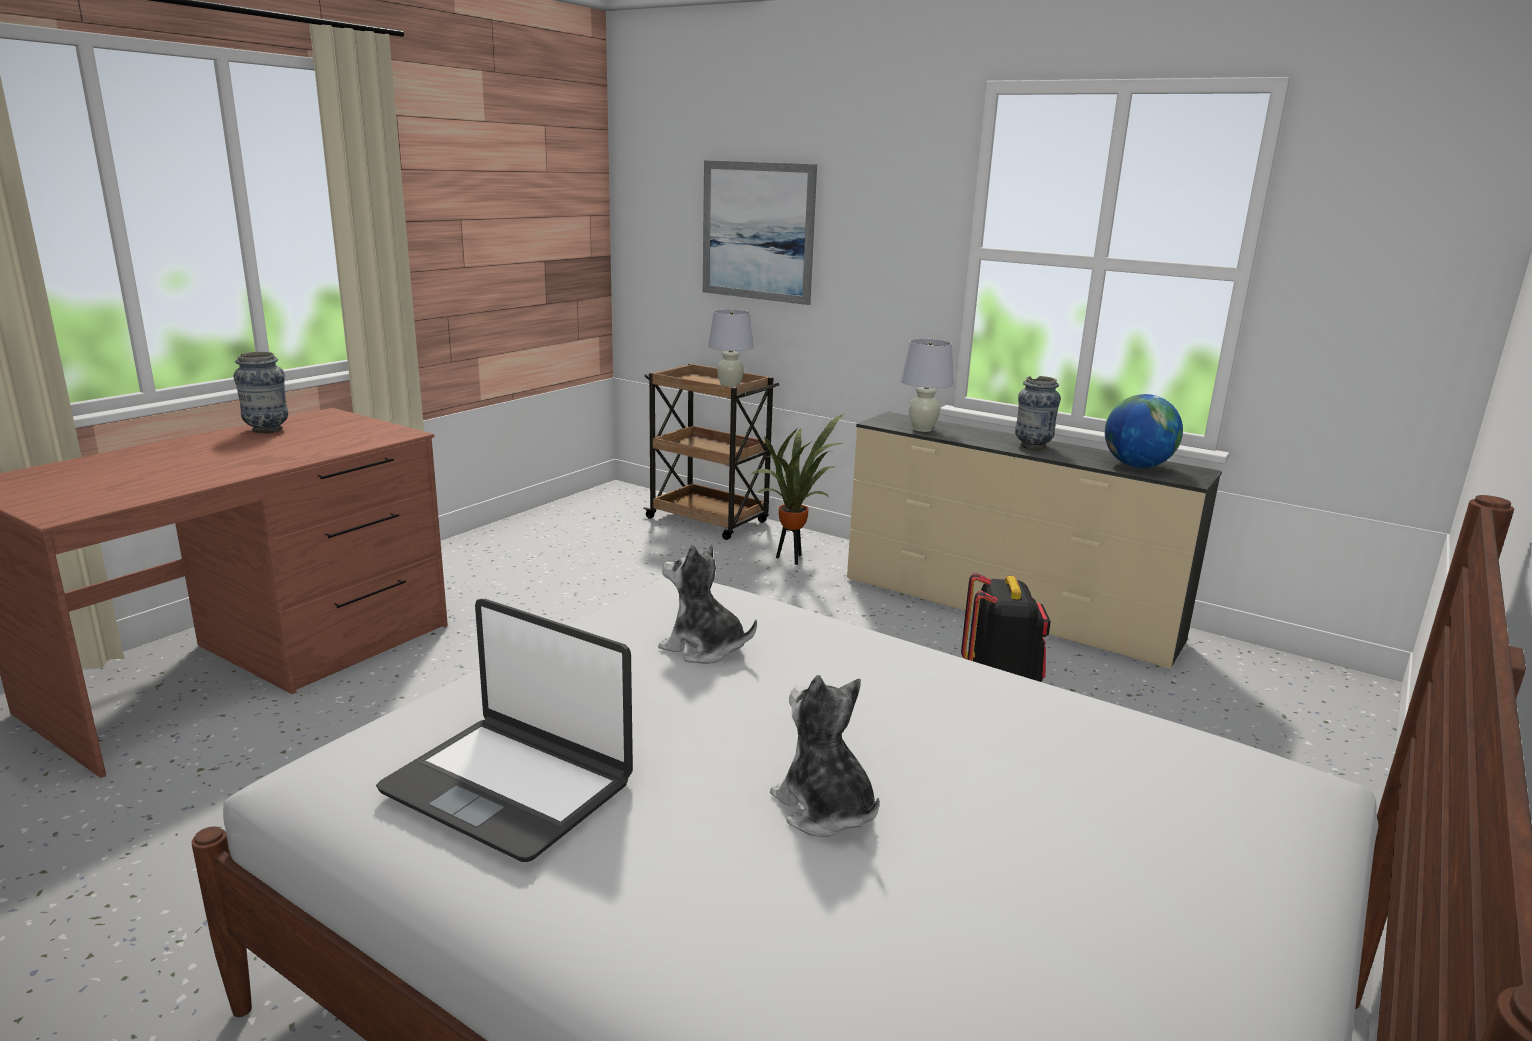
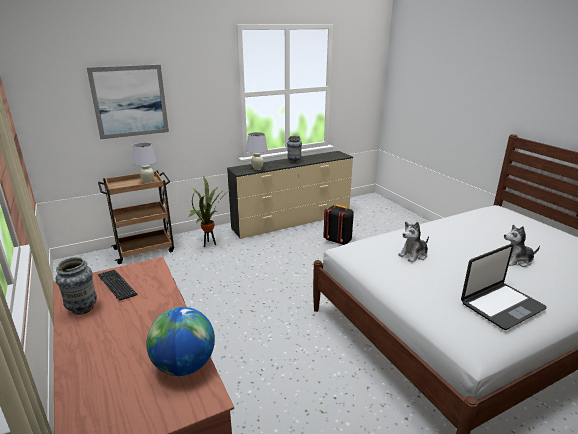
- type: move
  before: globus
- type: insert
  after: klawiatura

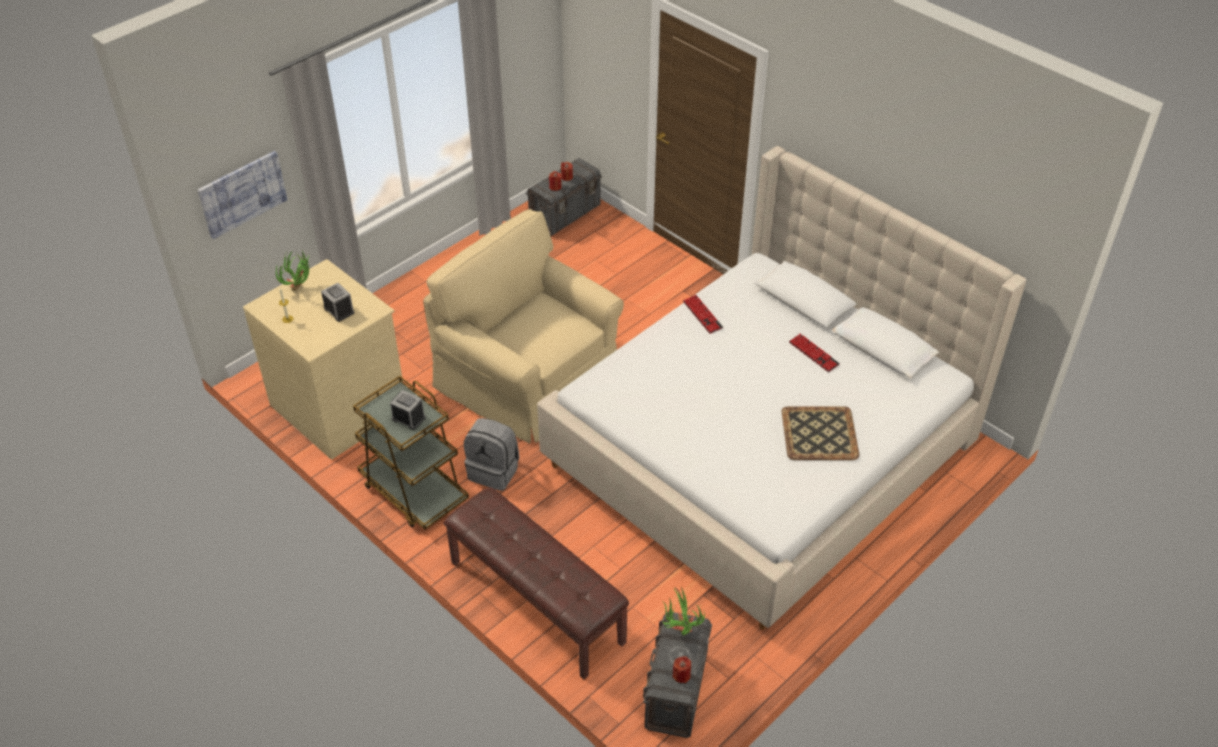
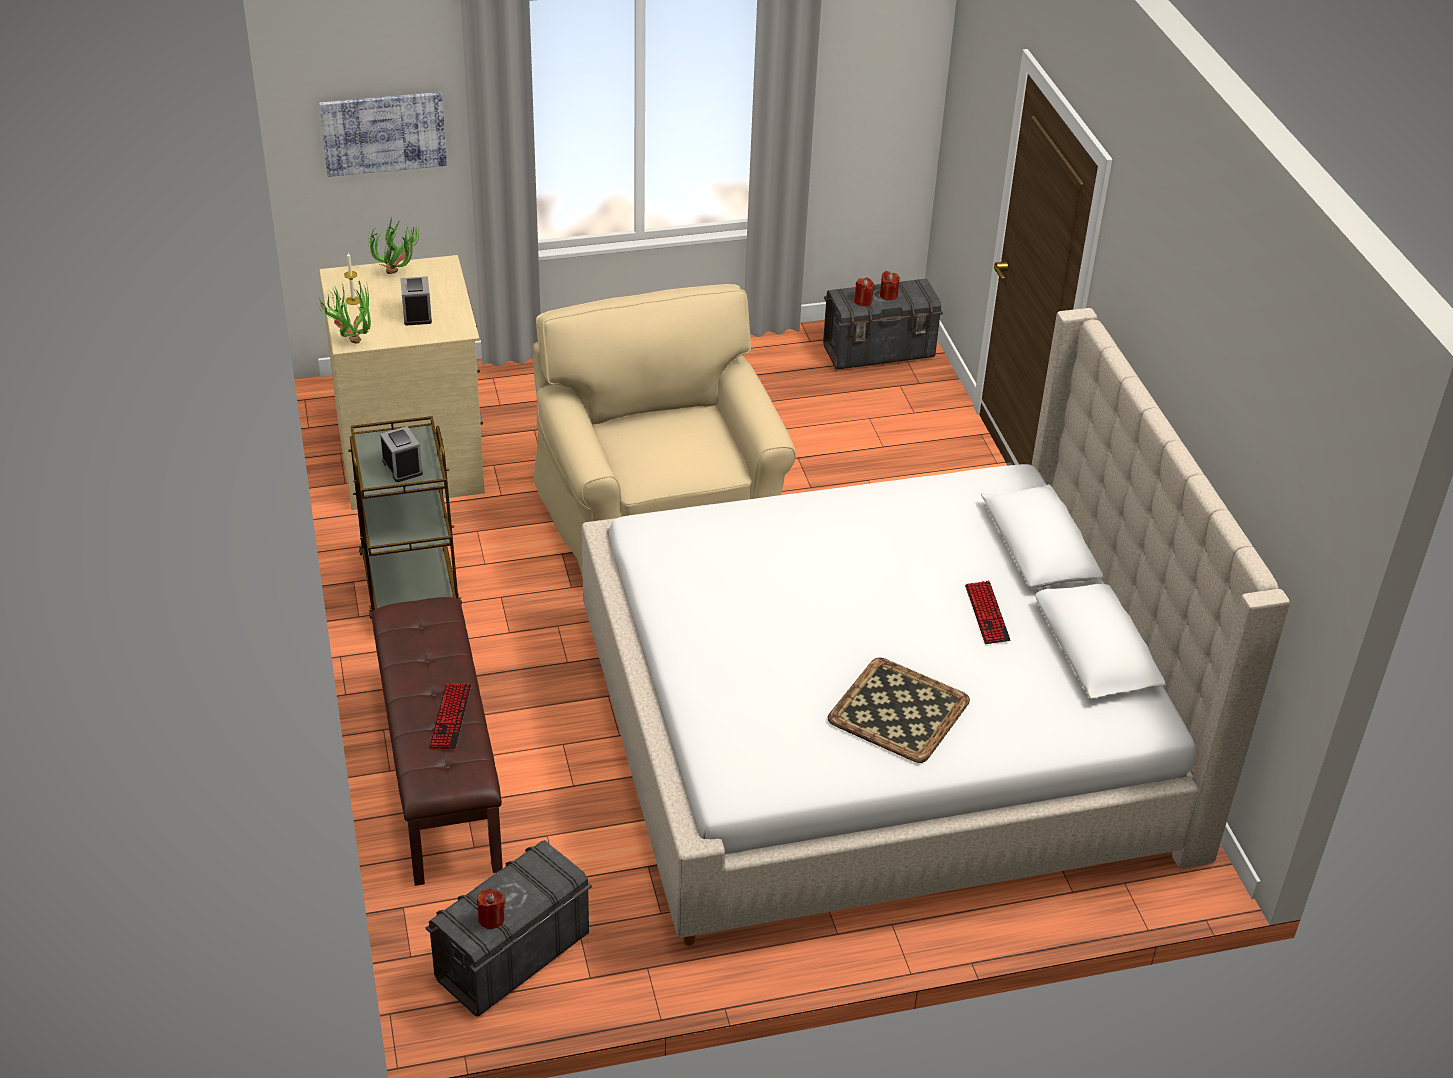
- type: move
  before: klawiatura (1st from left)
- type: delete
  before: plecak [szary]
- type: move
  before: roślina doniczkowa (2nd from left in the first image)
  after: roślina doniczkowa (1st from left)

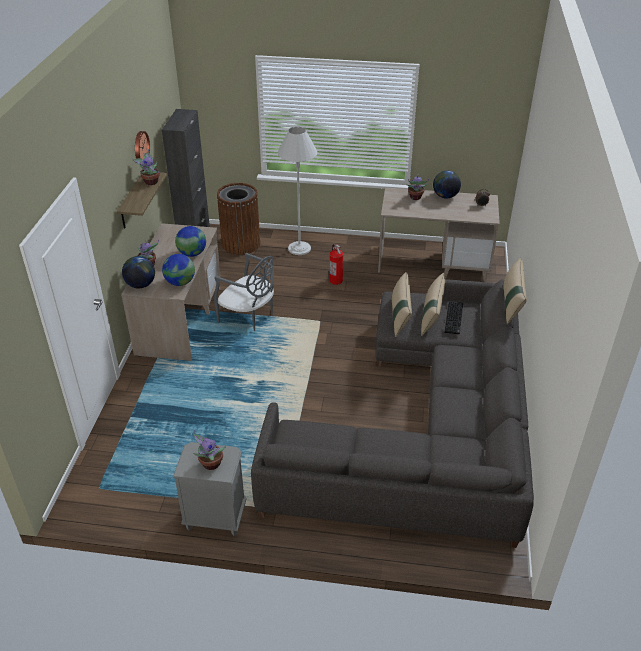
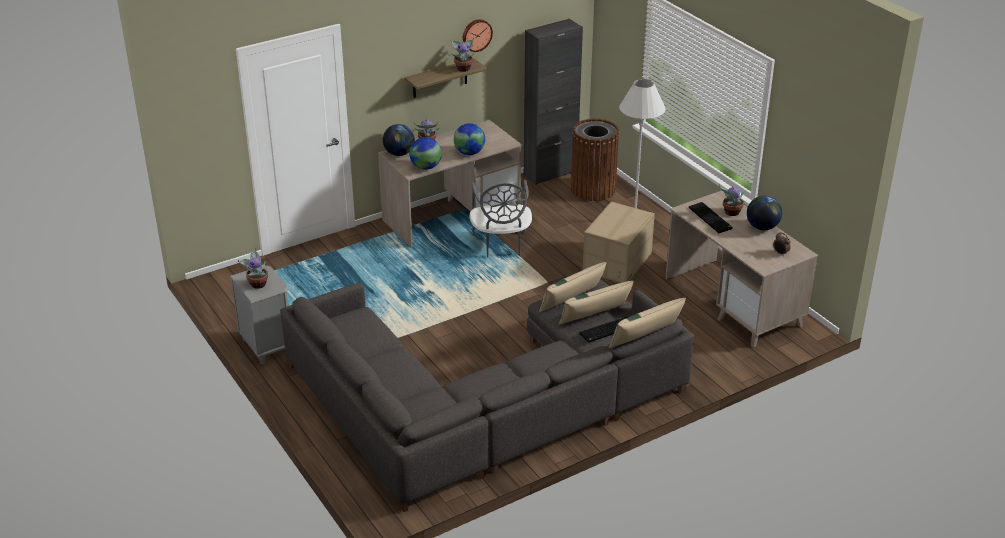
- type: replace
  before: gaśnica
  after: karton
- type: insert
  after: klawiatura (2nd from left)

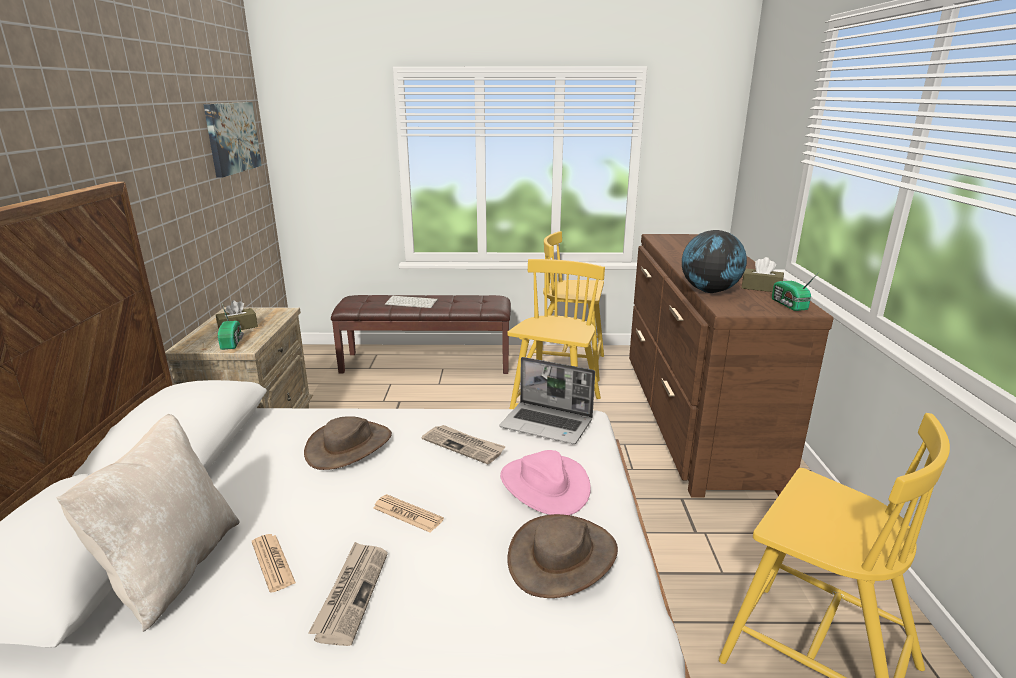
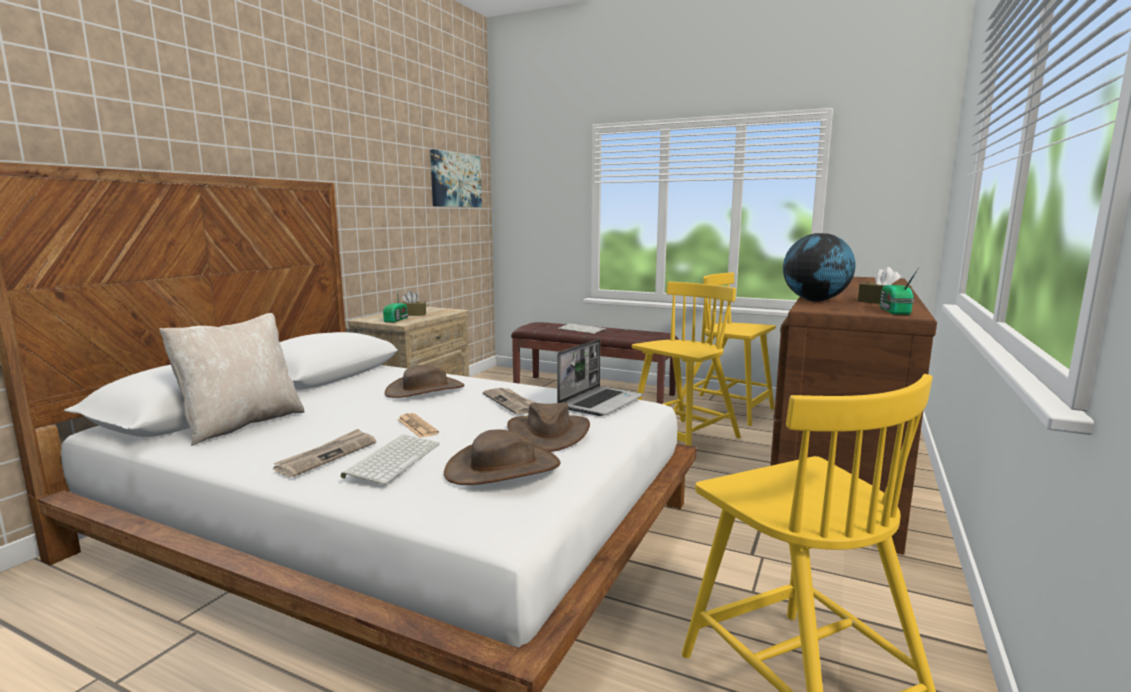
- type: rotate
  before: laptop
  turn: -105
- type: recolor
  before: kapelusz [różowy]
  after: kapelusz [brązowy] (3rd from left)
- type: delete
  before: gazeta (1st from left)
- type: insert
  after: klawiatura (1st from left)

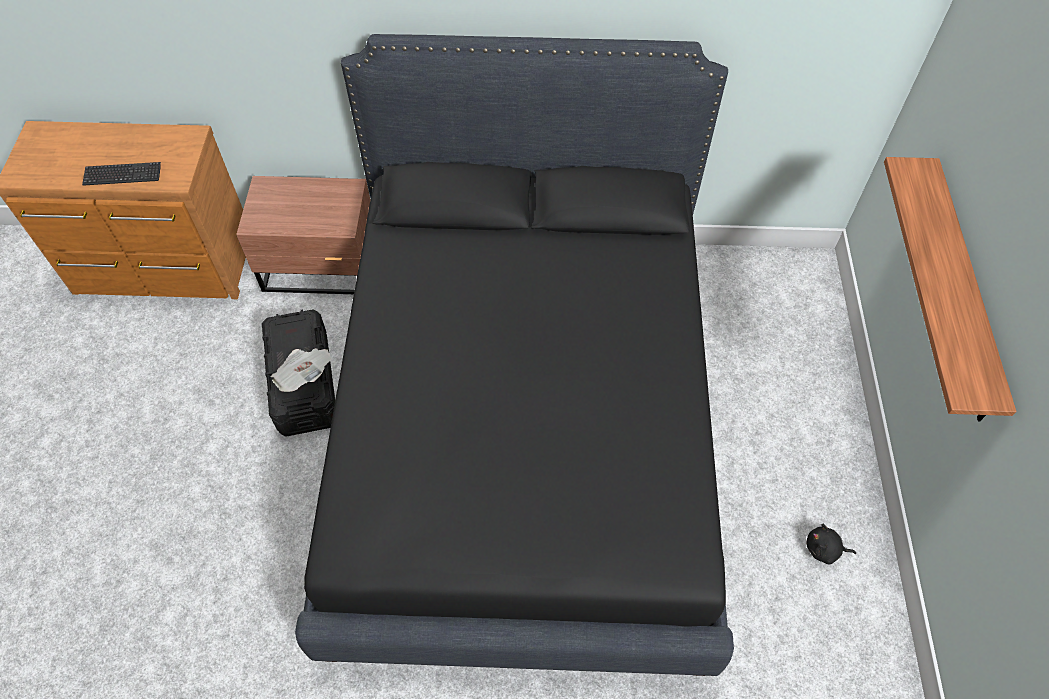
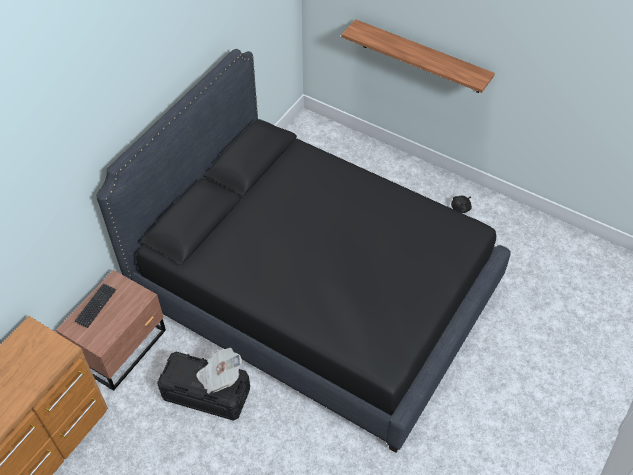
- type: move
  before: klawiatura

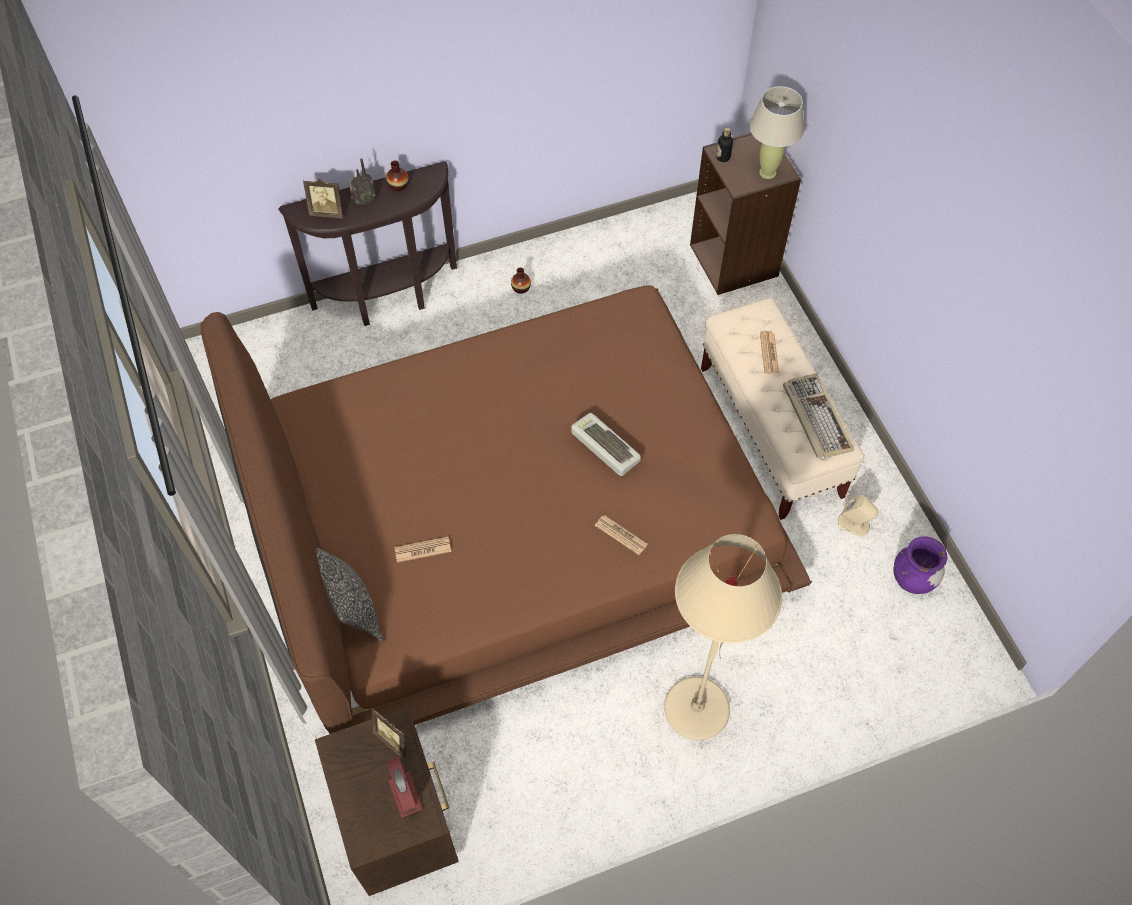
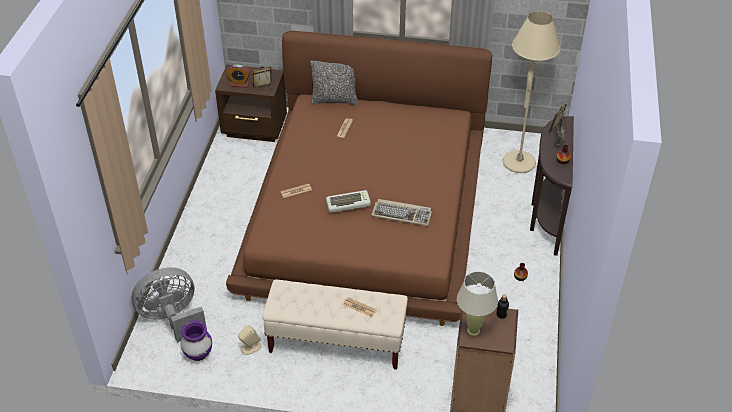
- type: move
  before: klawiatura (2nd from left)
- type: move
  before: lampa stojąca [beżowy]
- type: insert
  after: wentylator [szary]

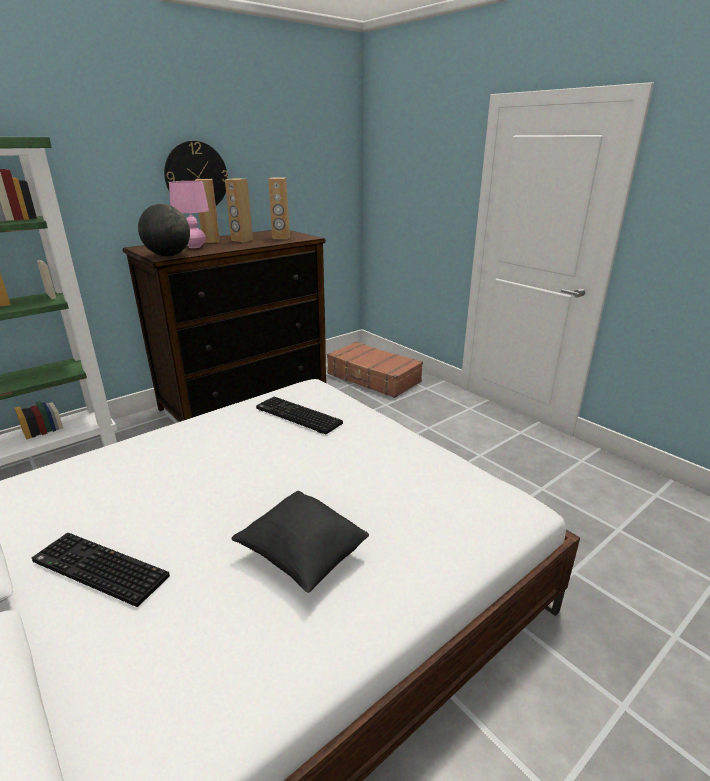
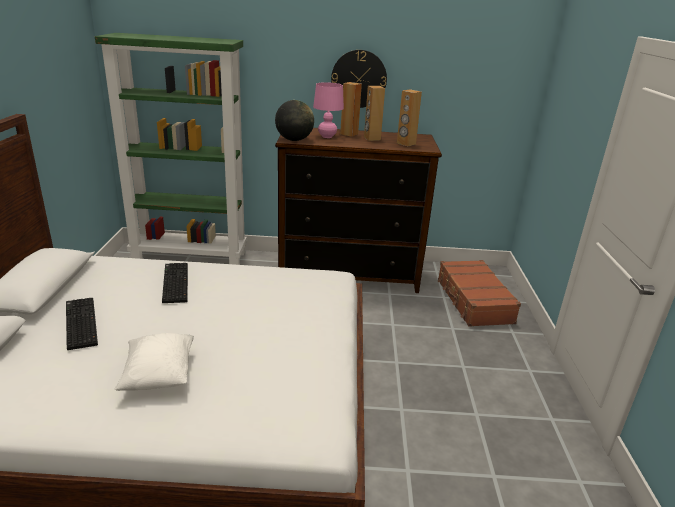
- type: move
  before: klawiatura (2nd from left)
- type: recolor
  before: poduszka [czarny]
  after: poduszka [biały]

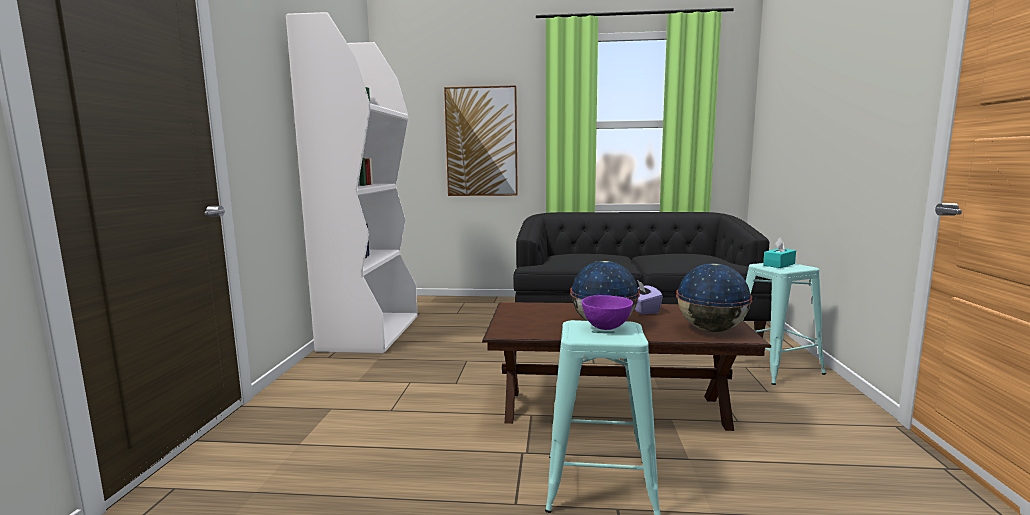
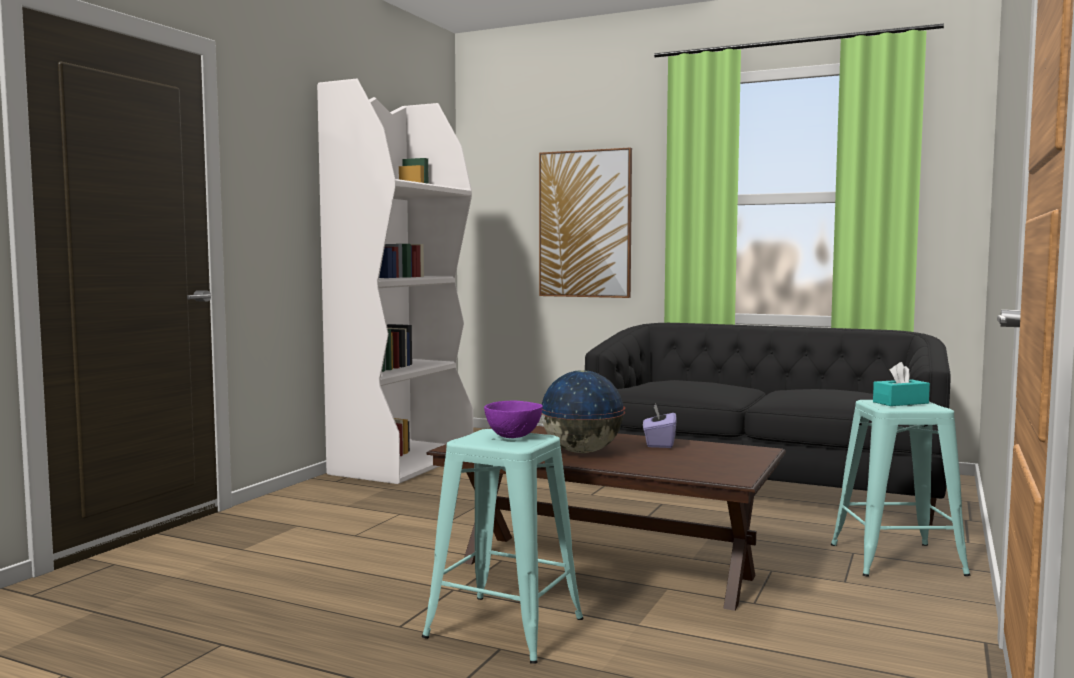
- type: delete
  before: globus (2nd from left)

